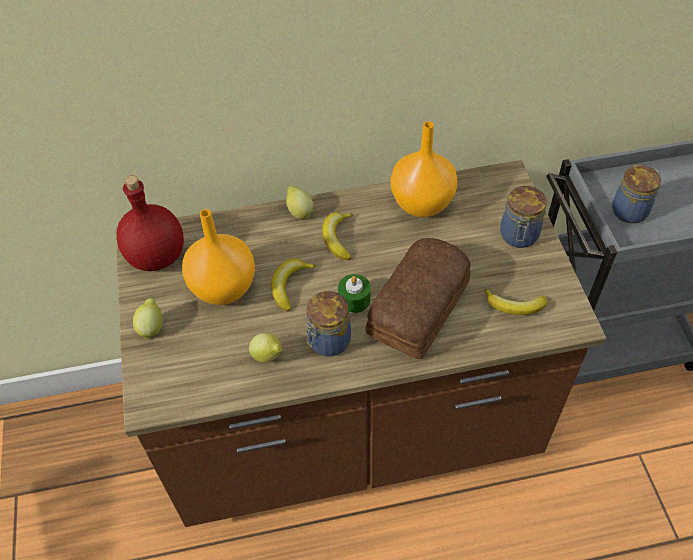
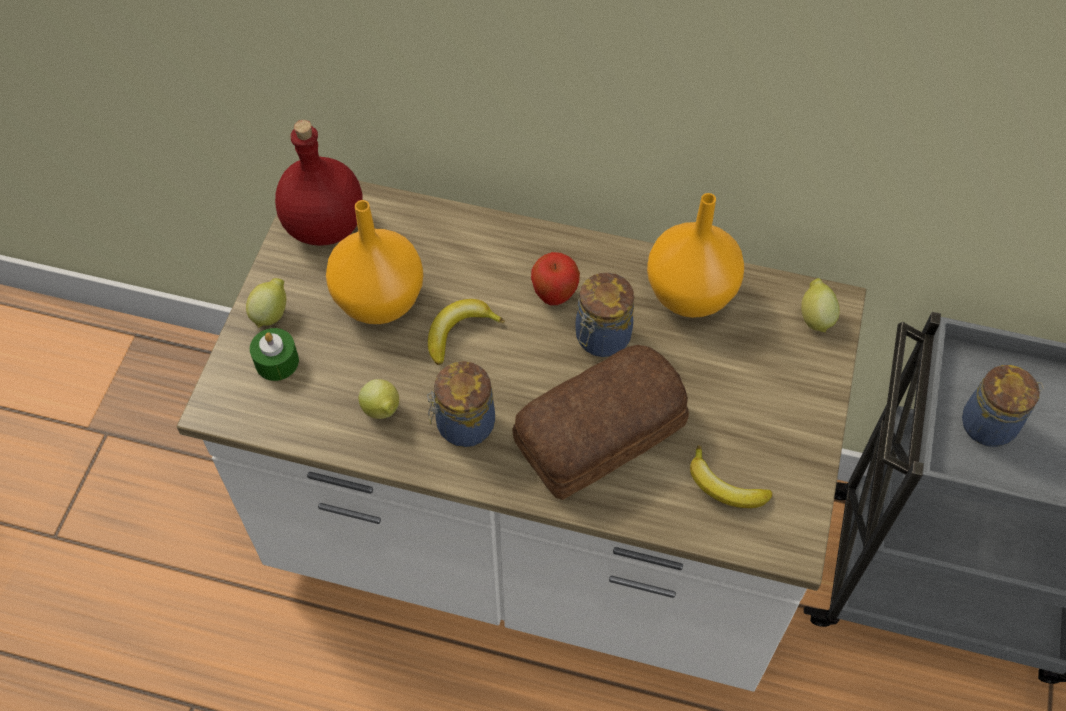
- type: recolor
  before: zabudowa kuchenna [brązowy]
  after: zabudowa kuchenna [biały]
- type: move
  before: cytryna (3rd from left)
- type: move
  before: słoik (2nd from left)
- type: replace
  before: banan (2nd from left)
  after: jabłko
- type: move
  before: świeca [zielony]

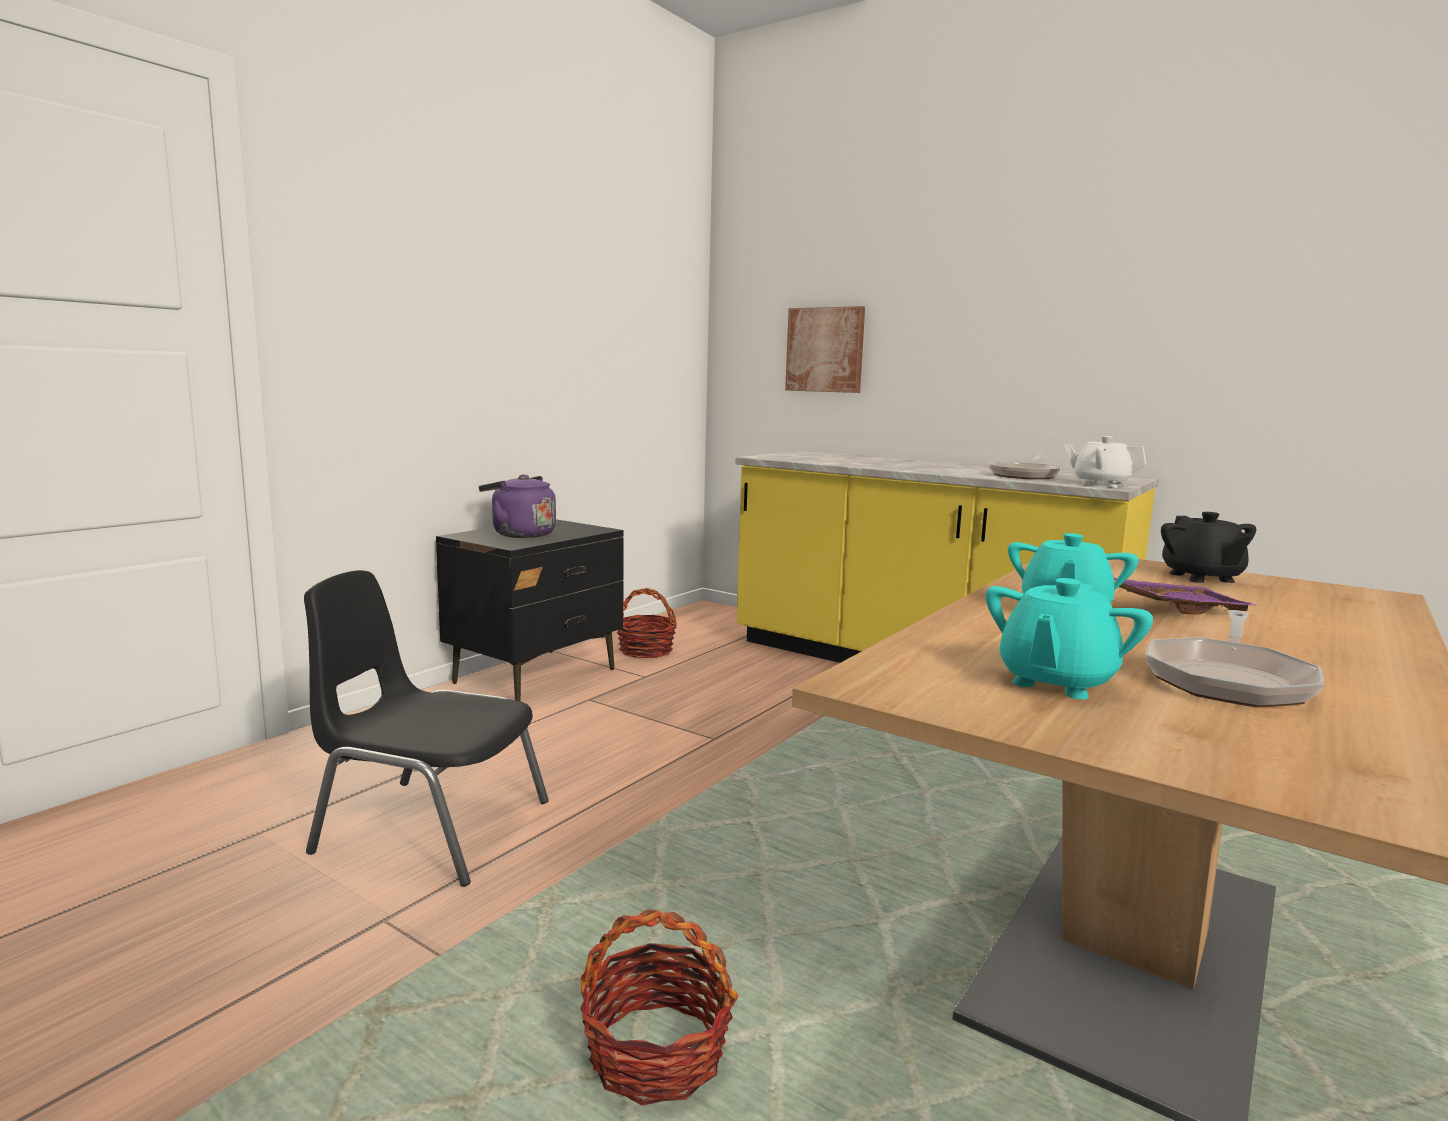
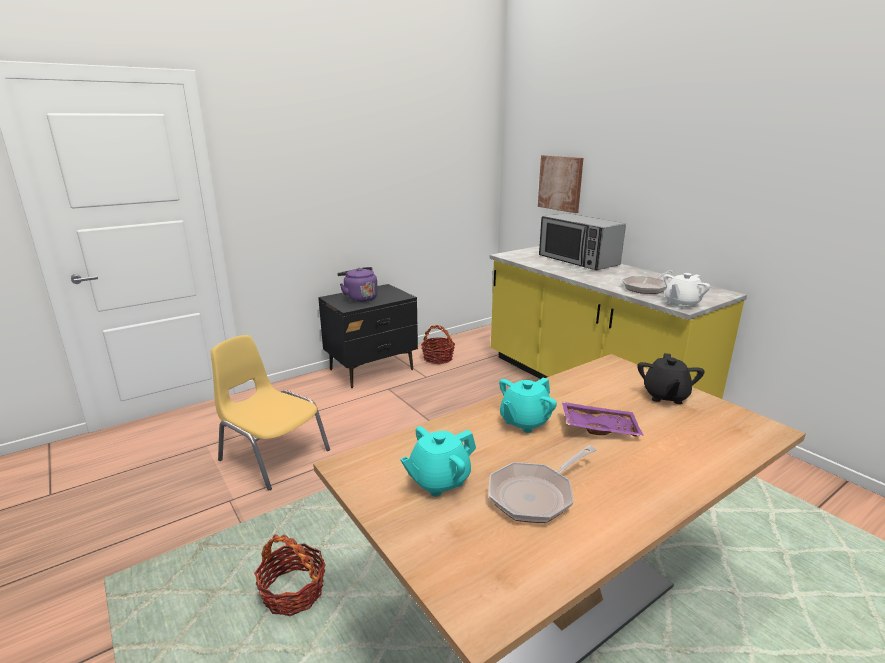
- type: rotate
  before: imbryk [biały]
  turn: -90
- type: recolor
  before: krzesło [czarny]
  after: krzesło [żółty]
- type: insert
  after: mikrofalówka

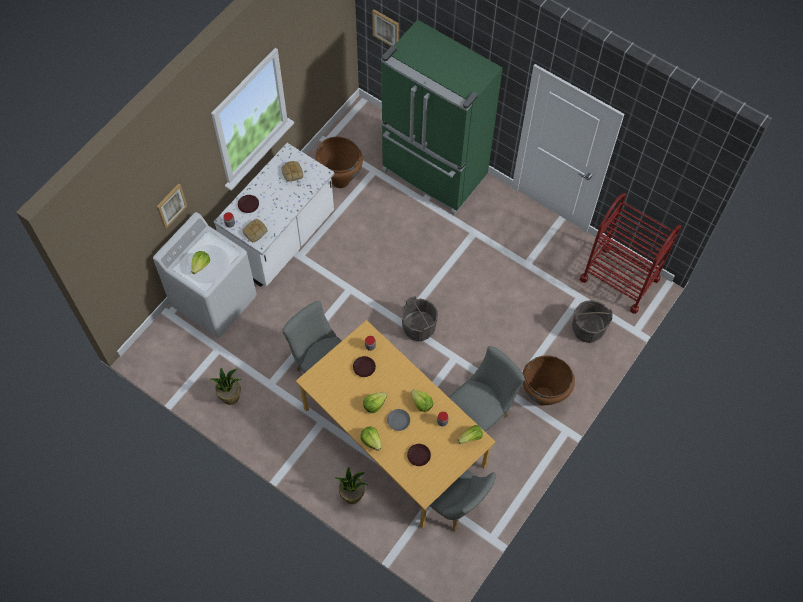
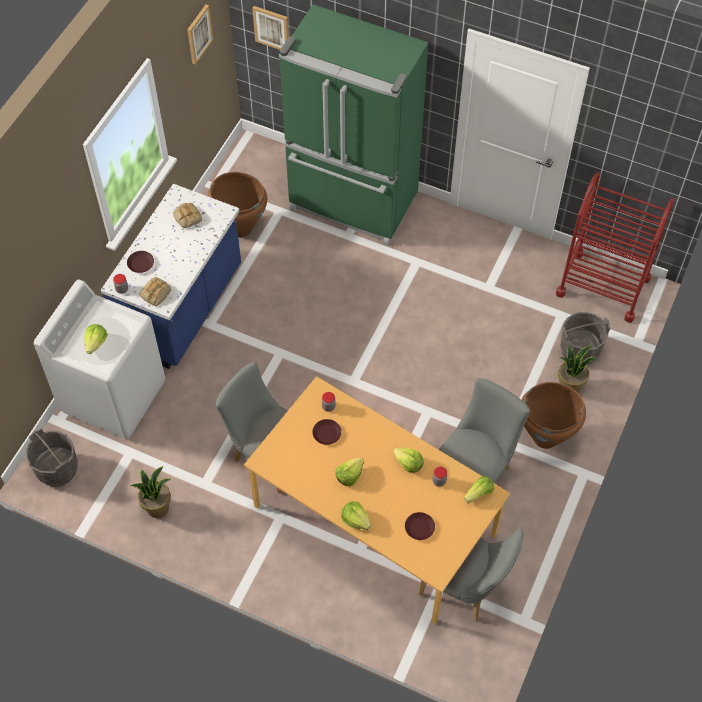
- type: recolor
  before: zabudowa kuchenna [biały]
  after: zabudowa kuchenna [niebieski]
- type: move
  before: obraz (1st from left)
- type: move
  before: wiadro [szary] (1st from left)
- type: delete
  before: talerz [szary]
- type: move
  before: roślina doniczkowa (2nd from left)

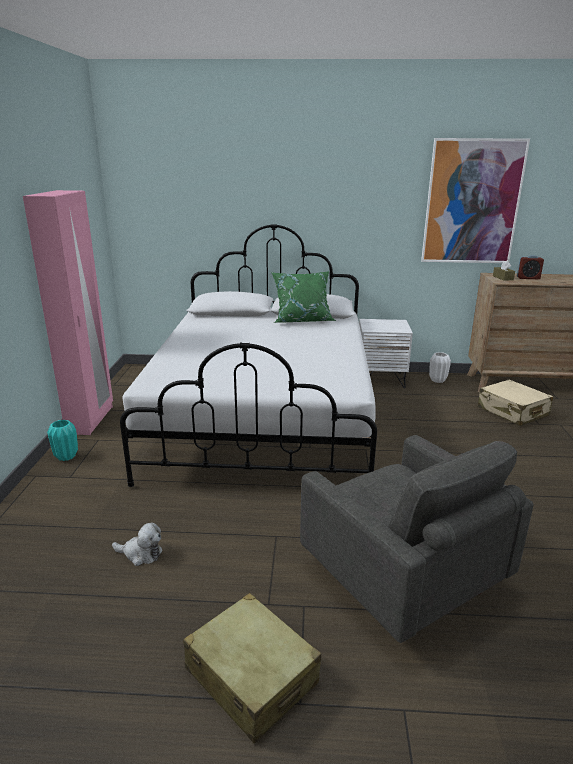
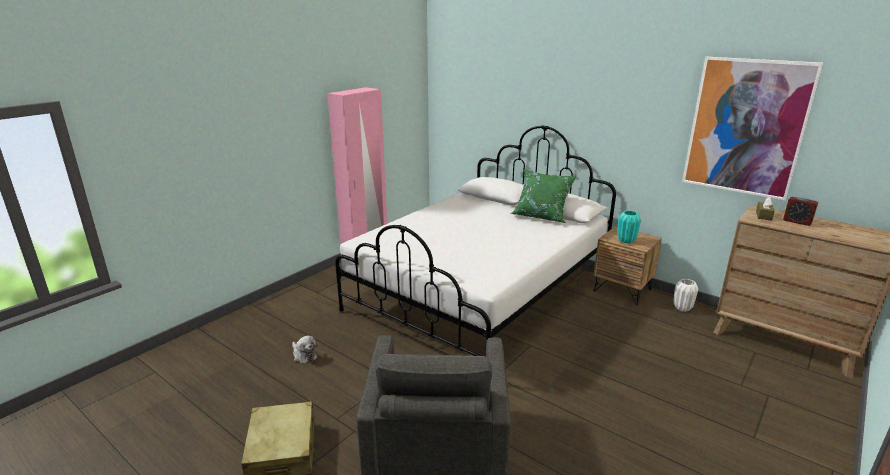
- type: recolor
  before: szafka nocna [biały]
  after: szafka nocna [brązowy]
- type: delete
  before: walizka [beżowy] (2nd from left)
- type: move
  before: wazon [turkusowy]

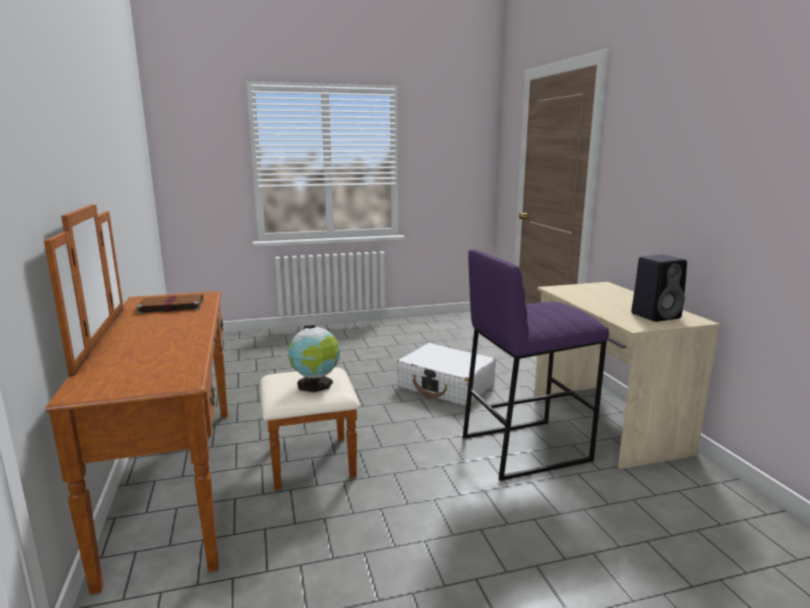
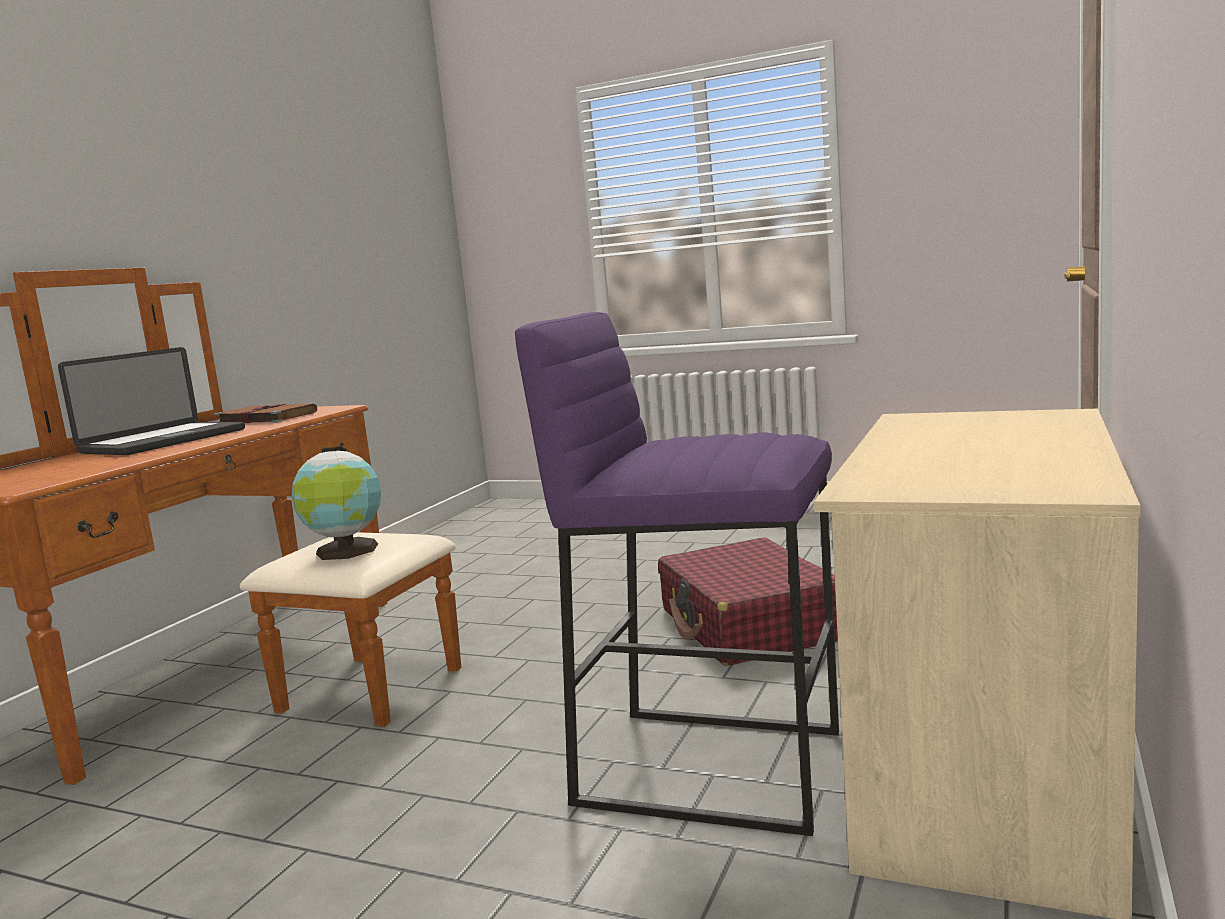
- type: delete
  before: głośnik [czarny]
- type: recolor
  before: walizka [biały]
  after: walizka [czerwony]
- type: insert
  after: laptop

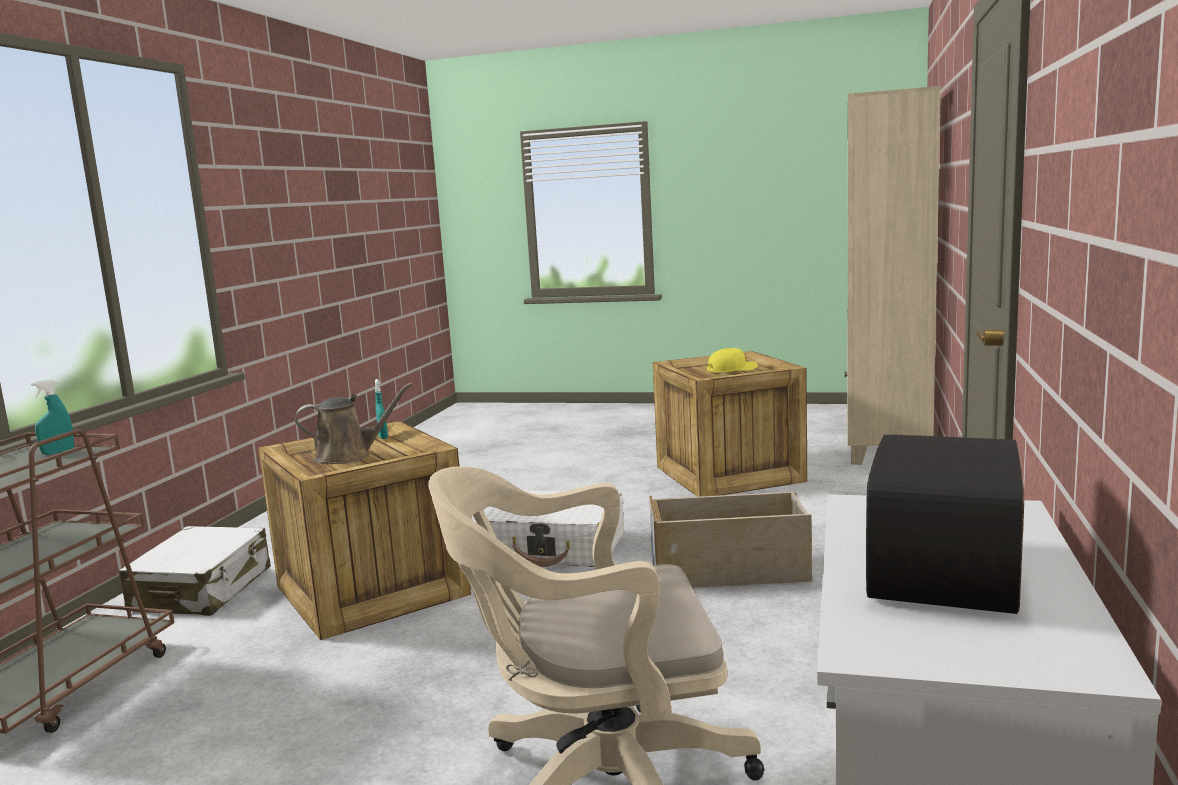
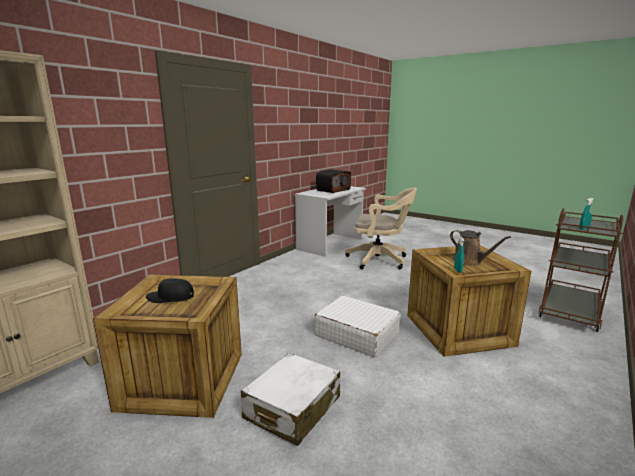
- type: recolor
  before: czapka z daszkiem [żółty]
  after: czapka z daszkiem [czarny]
- type: rotate
  before: konewka [brązowy]
  turn: -135
- type: delete
  before: pojemnik do przechowywania [beżowy]
- type: move
  before: walizka [biały] (1st from left)

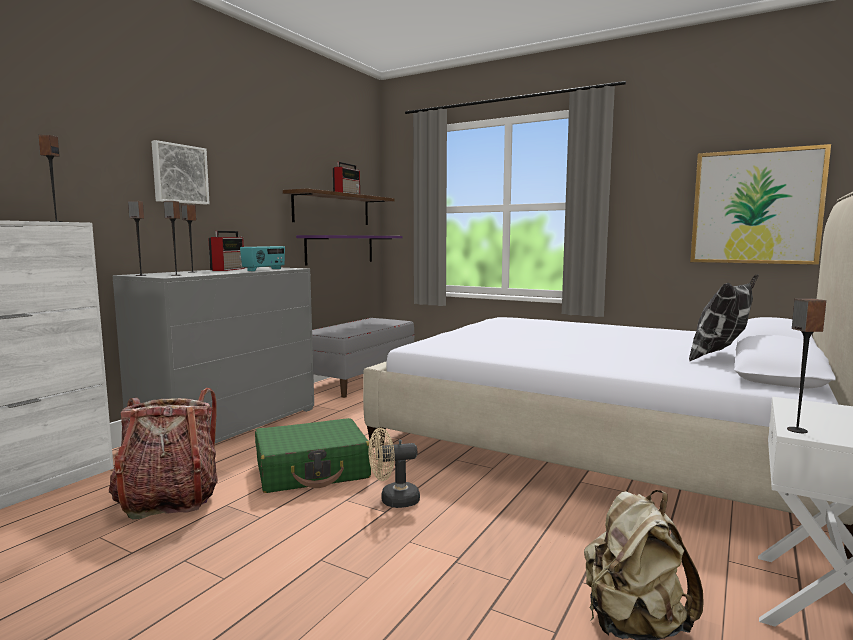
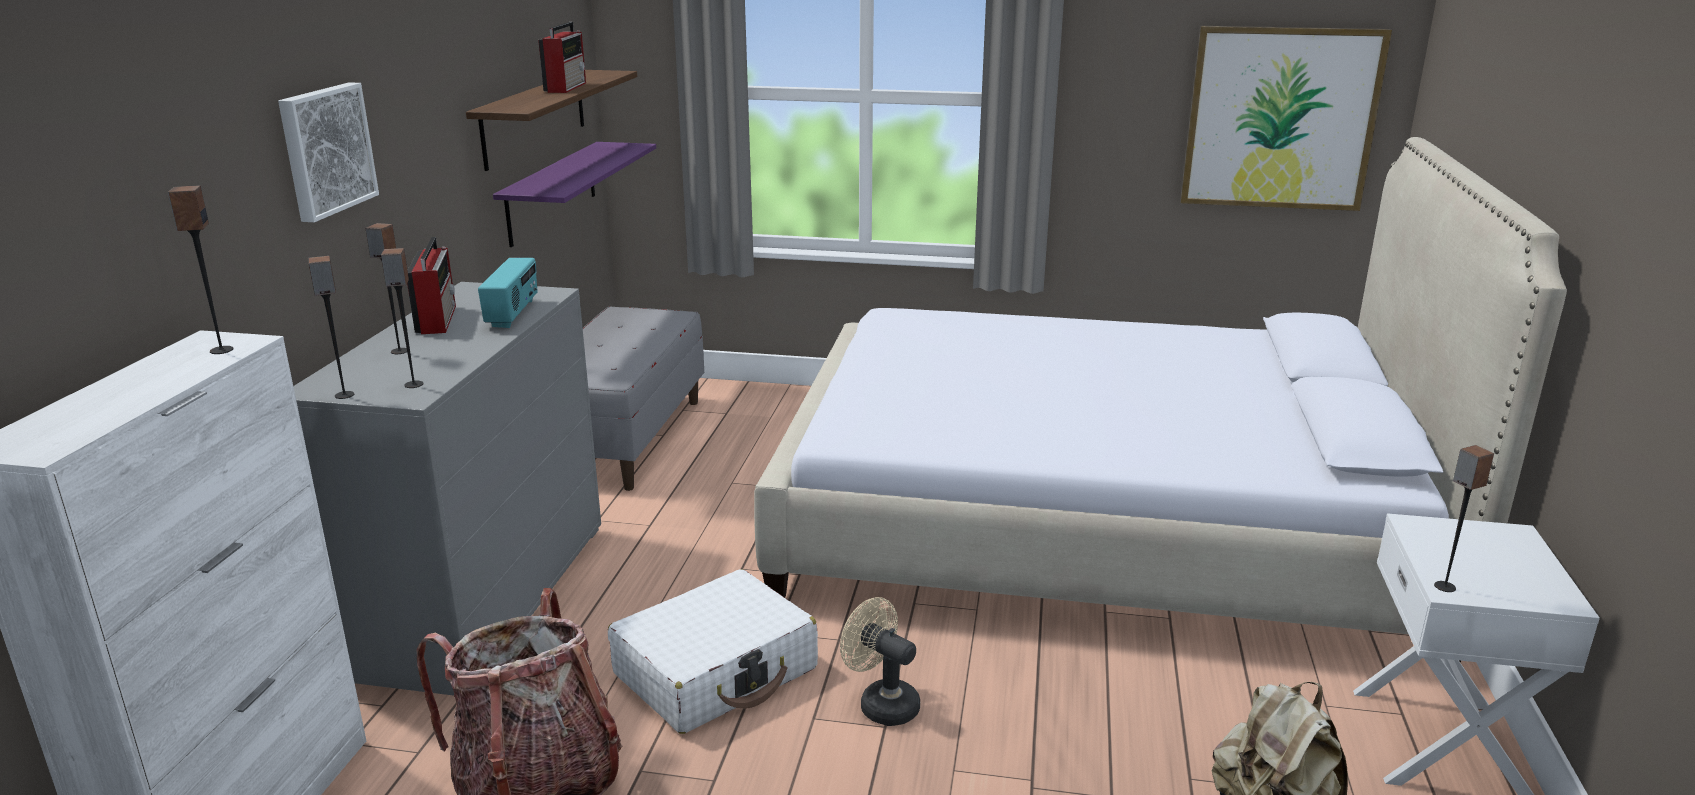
- type: delete
  before: poduszka
- type: recolor
  before: walizka [zielony]
  after: walizka [biały]
- type: rotate
  before: wentylator [beżowy]
  turn: 75

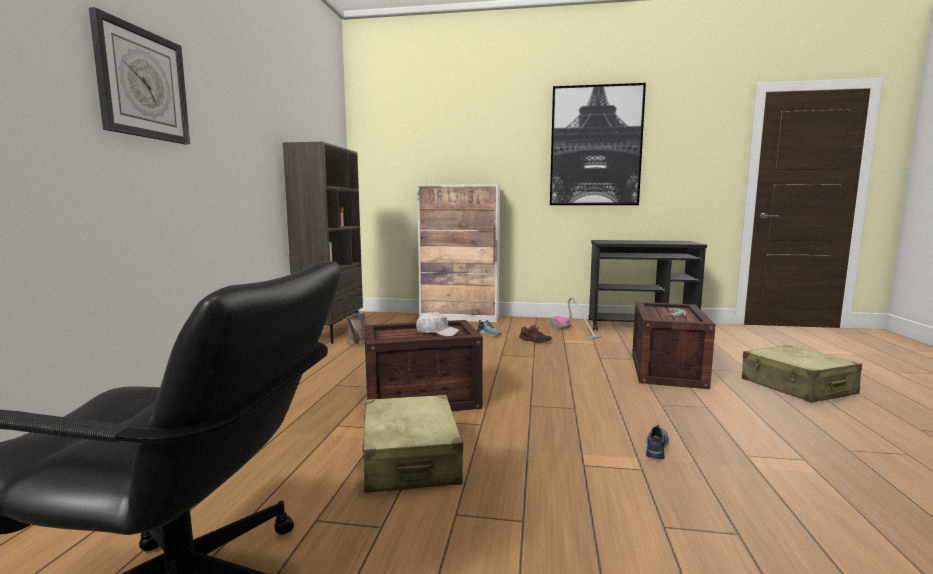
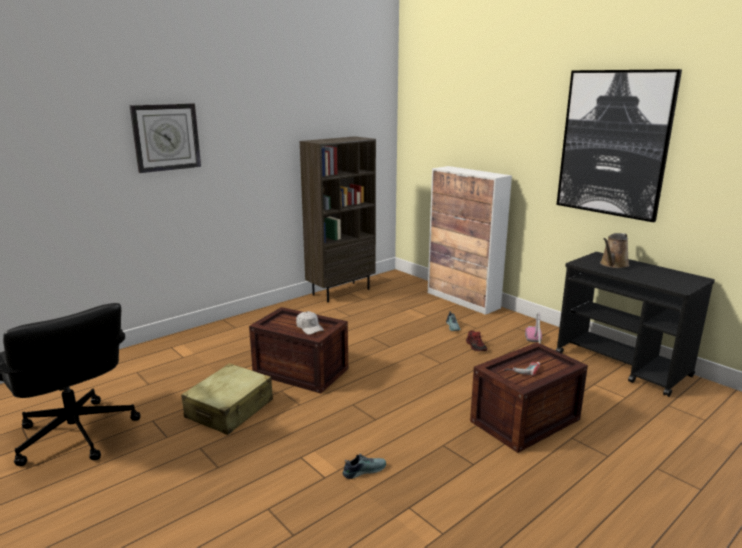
- type: move
  before: konewka [brązowy]
- type: delete
  before: walizka [beżowy] (2nd from left)

